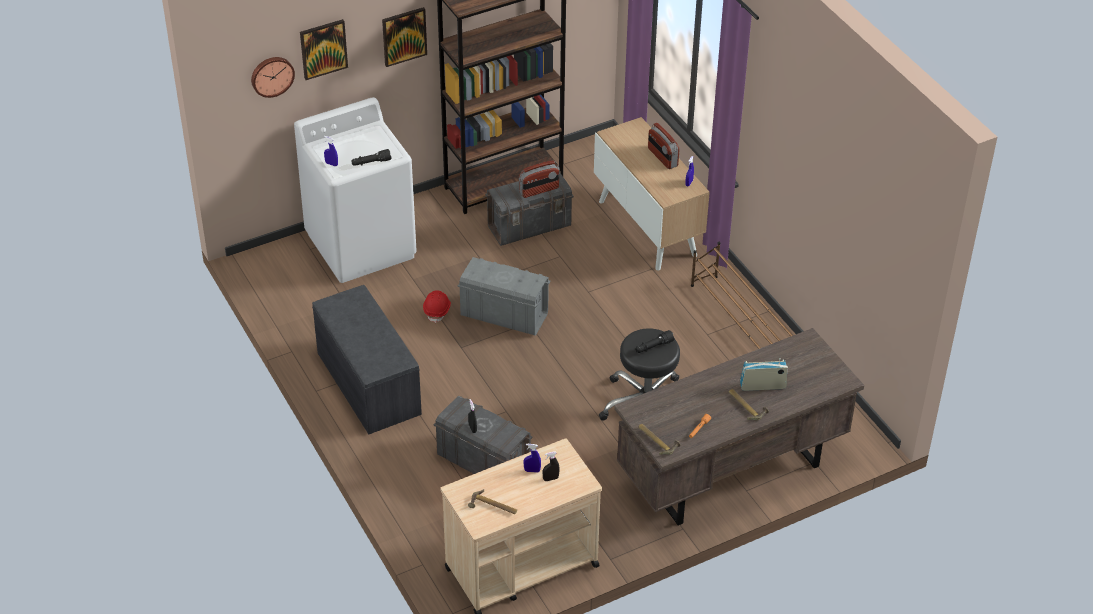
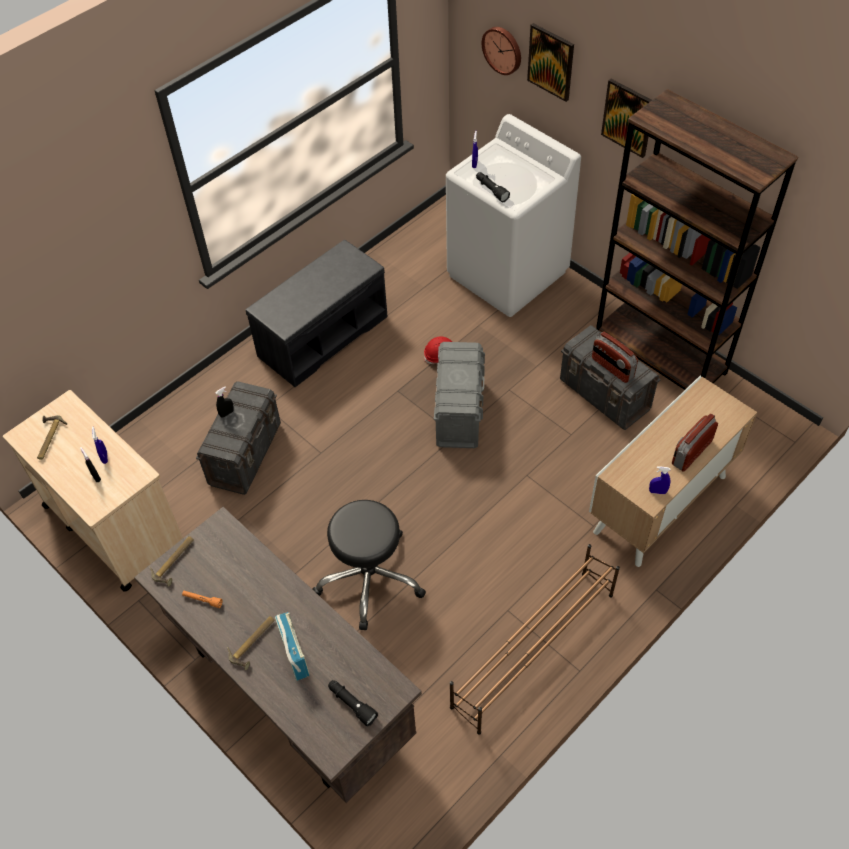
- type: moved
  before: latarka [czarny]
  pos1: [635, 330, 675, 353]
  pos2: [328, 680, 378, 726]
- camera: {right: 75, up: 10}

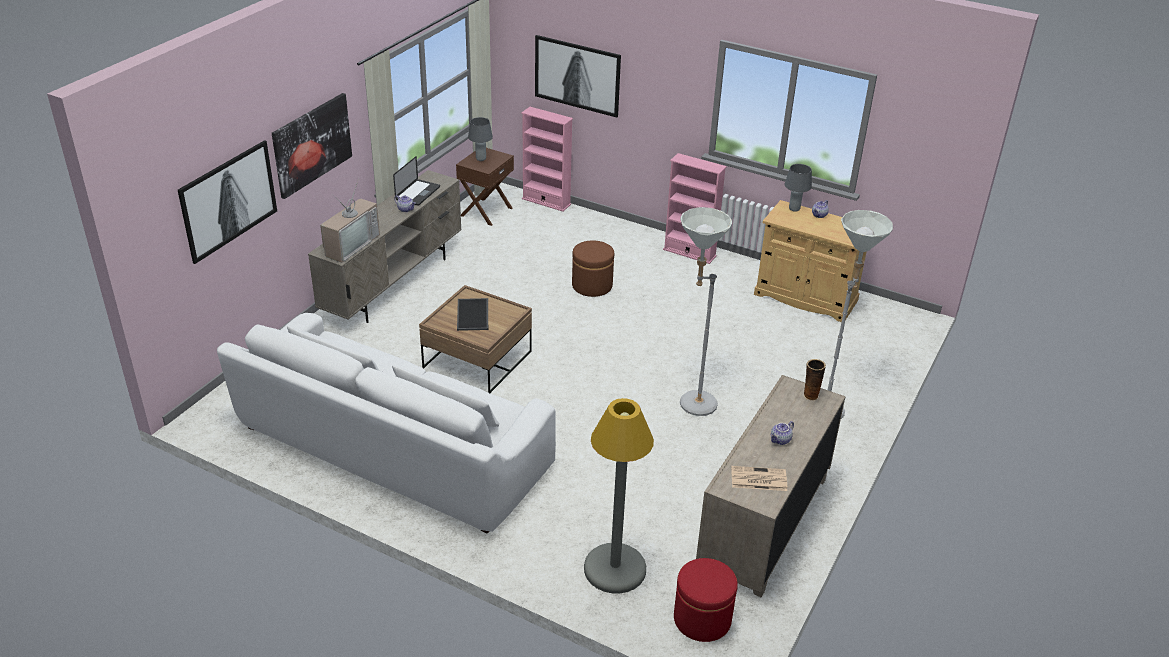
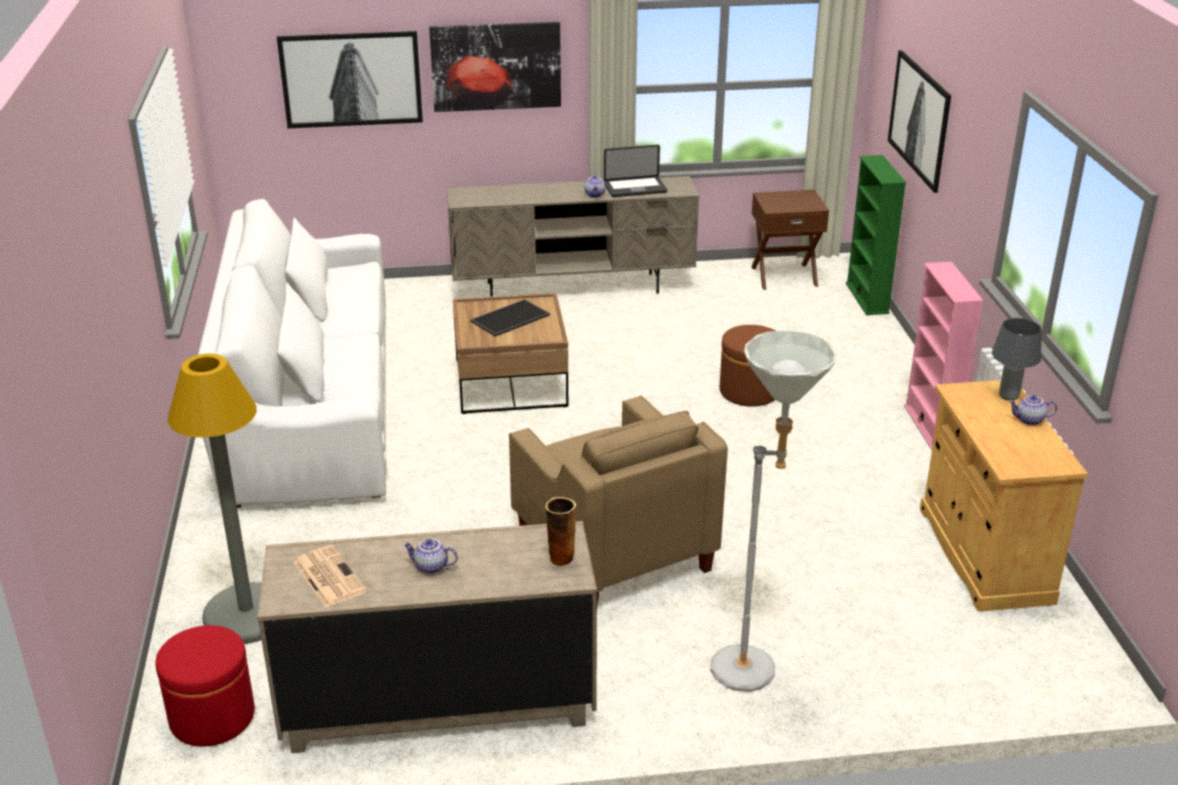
- type: removed
  before: telewizor
  pos1: [320, 178, 380, 263]
- type: removed
  before: lampa stołowa [szary]
  pos1: [468, 117, 493, 161]
- type: recoloured
  before: regał [różowy]
  after: regał [zielony]
  pos1: [521, 107, 573, 212]
  pos2: [846, 155, 906, 315]
- type: replaced
  before: lampa stojąca [szary]
  after: fotel [beżowy]
  pos1: [680, 207, 732, 416]
  pos2: [509, 396, 728, 606]
- camera: {right: 55, up: -5}

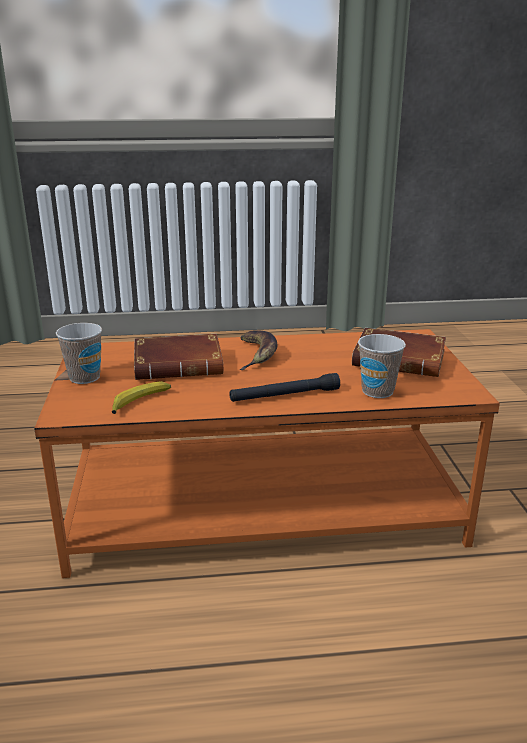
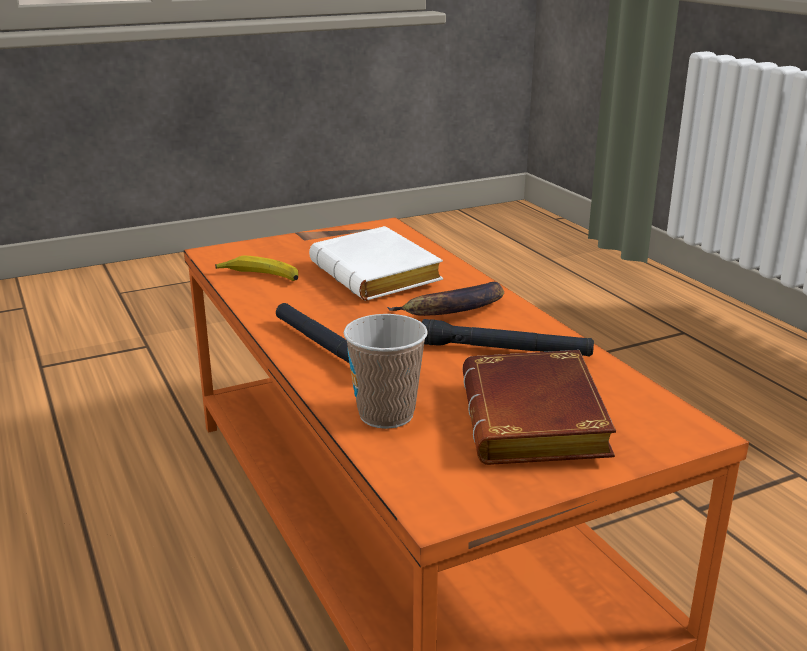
- type: removed
  before: filiżanka
  pos1: [56, 323, 102, 384]
- type: recoloured
  before: książka [brązowy]
  after: książka [biały]
  pos1: [134, 334, 223, 380]
  pos2: [309, 226, 443, 300]
- type: added
  after: latarka [czarny]
  pos2: [422, 319, 594, 357]
- camera: {right: 70, up: 0}

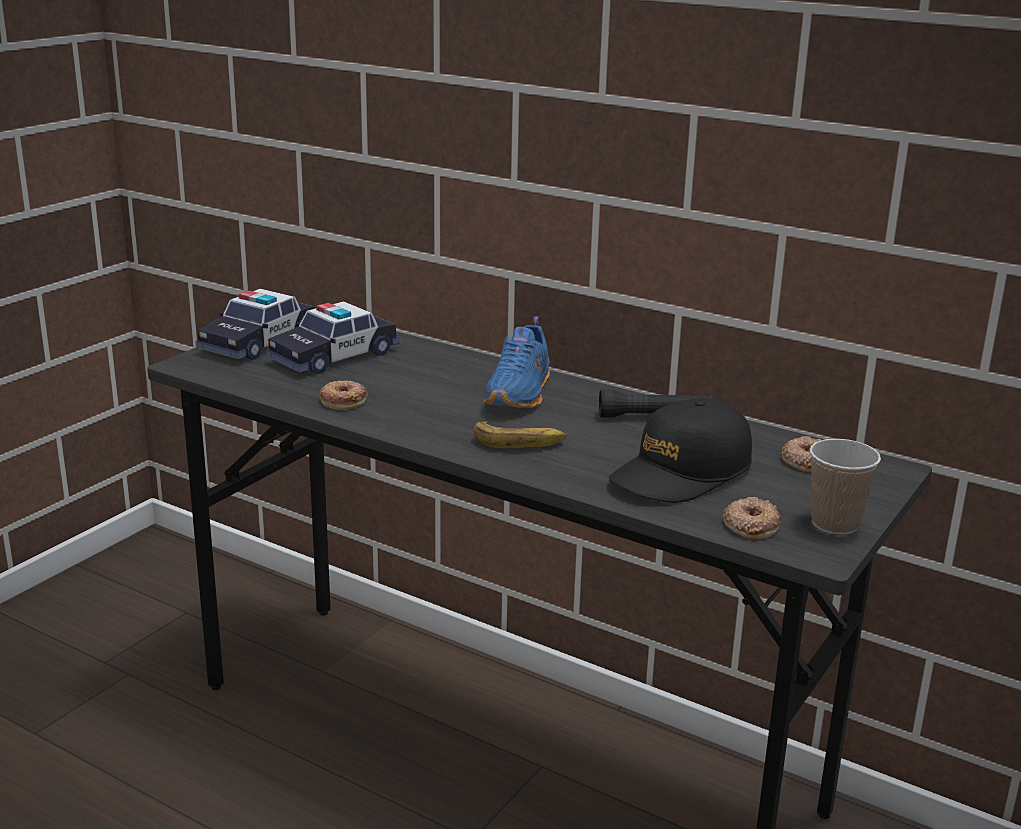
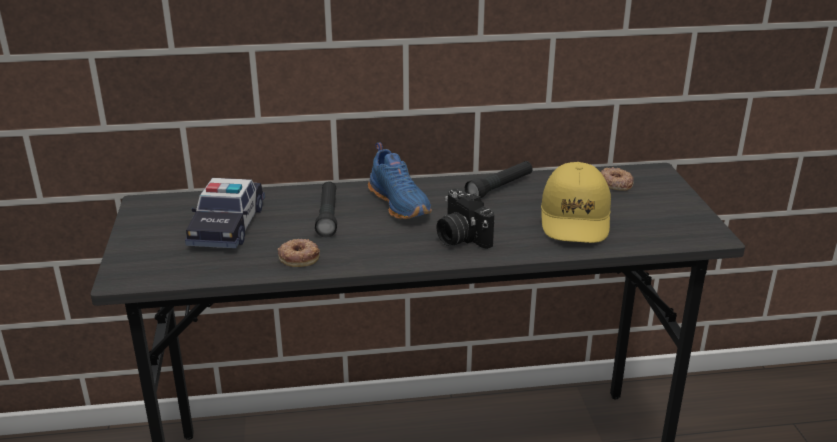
- type: removed
  before: samochodzik
  pos1: [196, 289, 315, 360]
- type: replaced
  before: banan
  after: aparat fotograficzny
  pos1: [473, 421, 567, 449]
  pos2: [436, 189, 494, 249]
- type: recoloured
  before: czapka z daszkiem [czarny]
  after: czapka z daszkiem [żółty]
  pos1: [609, 398, 752, 503]
  pos2: [541, 162, 611, 243]
- type: removed
  before: donut
  pos1: [723, 497, 781, 539]
- type: removed
  before: filiżanka
  pos1: [810, 439, 881, 535]
- type: added
  after: latarka [czarny]
  pos2: [315, 181, 337, 238]
- camera: {right: -40, up: 5}

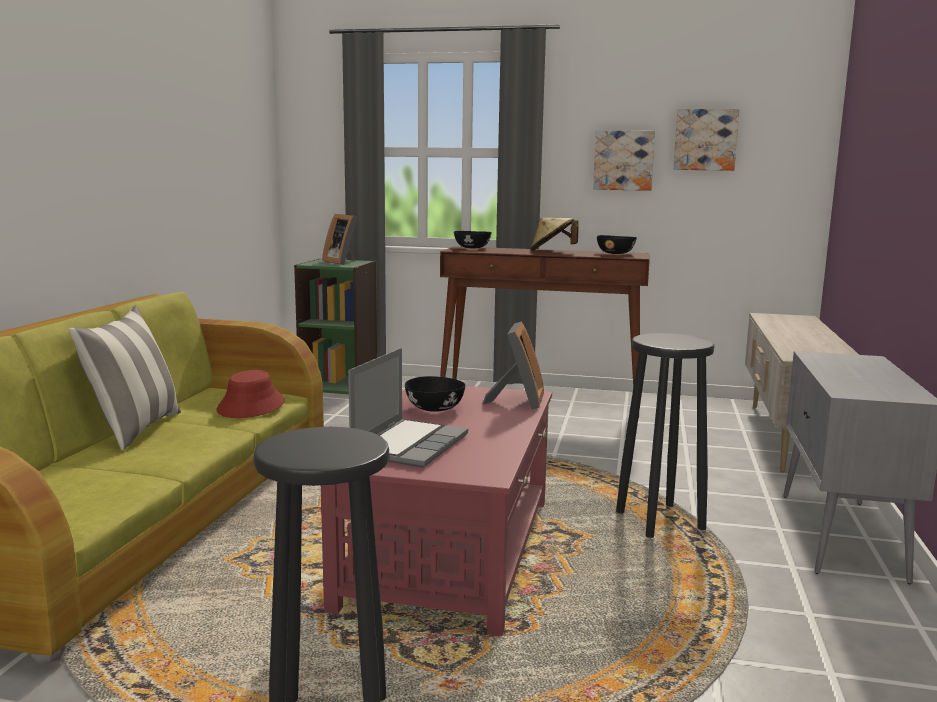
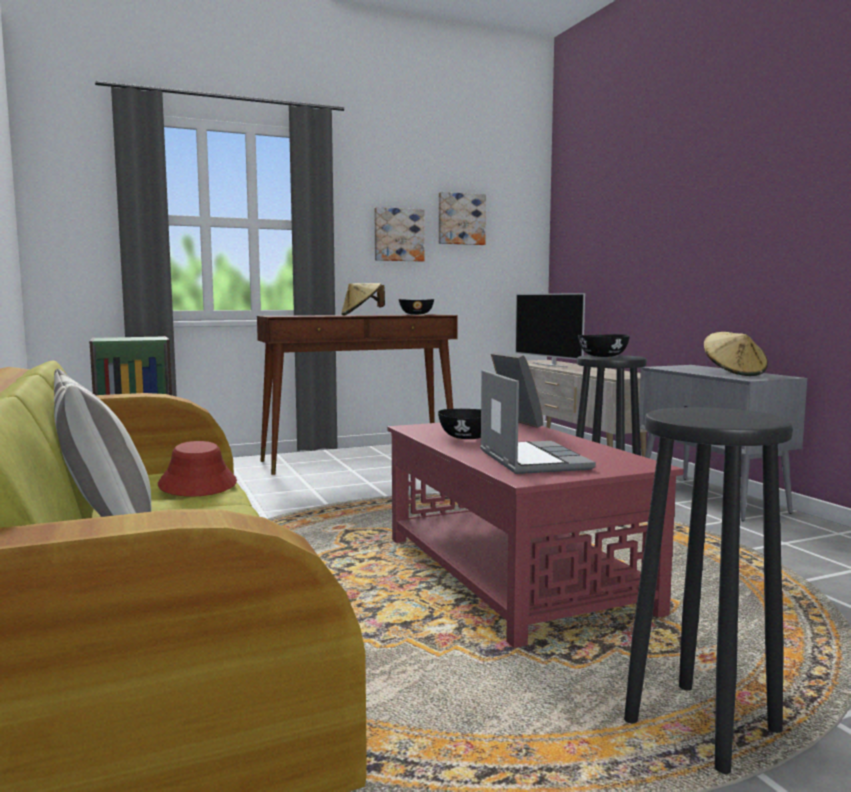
- type: removed
  before: ramka na zdjęcie
  pos1: [322, 214, 357, 265]
- type: moved
  before: miska [czarny]
  pos1: [454, 231, 492, 248]
  pos2: [578, 334, 630, 357]
- type: added
  after: telewizor
  pos2: [515, 293, 585, 368]
- type: added
  after: kapelusz [beżowy]
  pos2: [704, 332, 768, 376]
- camera: {right: -35, up: -5}

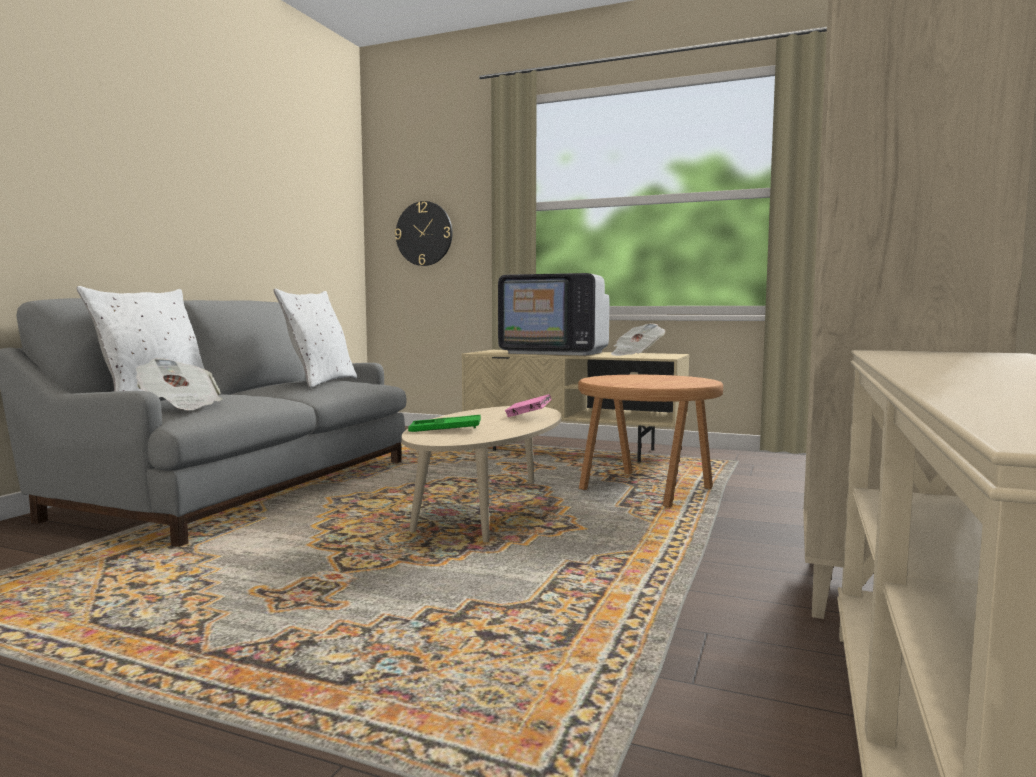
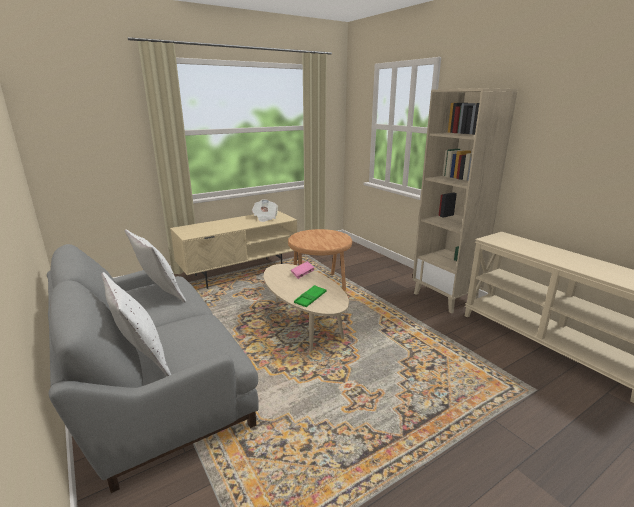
- type: removed
  before: gazeta
  pos1: [136, 358, 223, 410]
- type: removed
  before: zegar ścienny
  pos1: [395, 201, 453, 266]
- type: removed
  before: telewizor
  pos1: [498, 273, 609, 355]
- camera: {right: -55, up: 15}

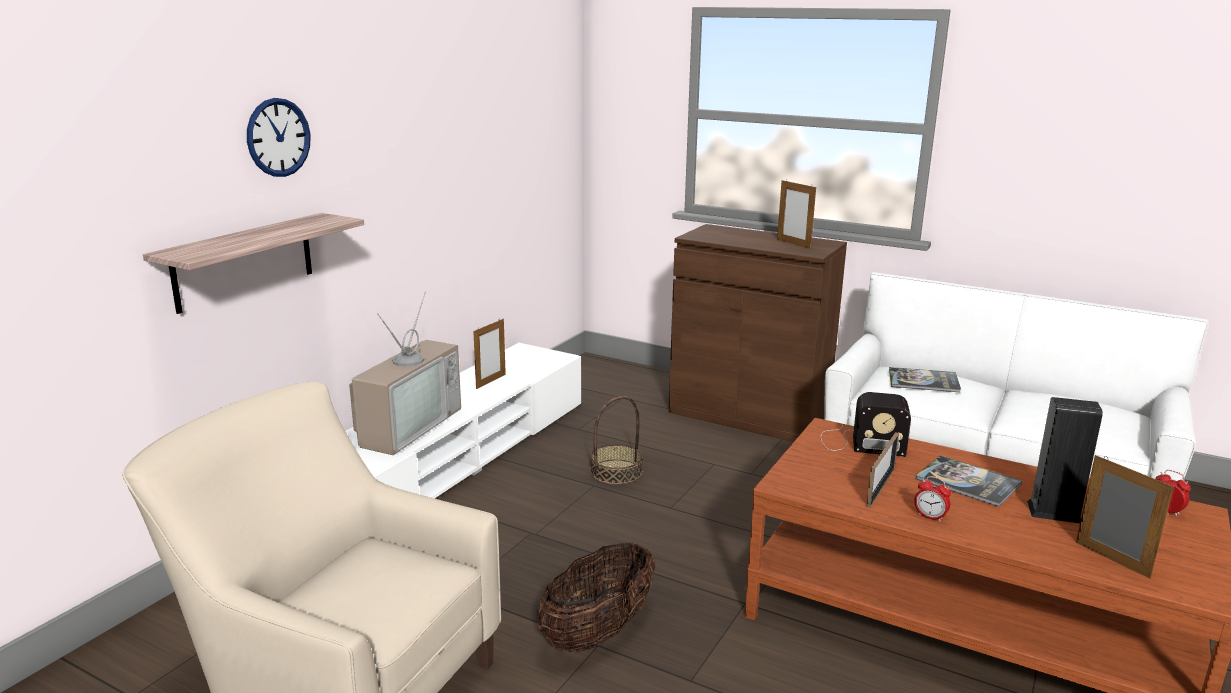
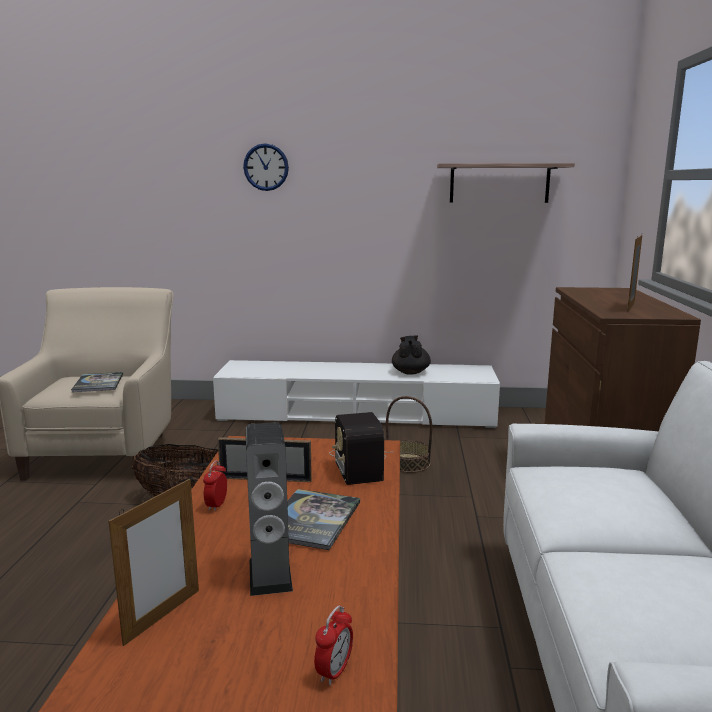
- type: moved
  before: półka
  pos1: [143, 213, 364, 314]
  pos2: [437, 163, 575, 203]
- type: removed
  before: telewizor
  pos1: [349, 292, 461, 455]
- type: replaced
  before: ramka na zdjęcie
  after: imbryk [czarny]
  pos1: [473, 319, 506, 389]
  pos2: [392, 335, 431, 375]
- type: moved
  before: książka
  pos1: [889, 367, 961, 393]
  pos2: [71, 372, 123, 393]
- camera: {right: 65, up: -5}

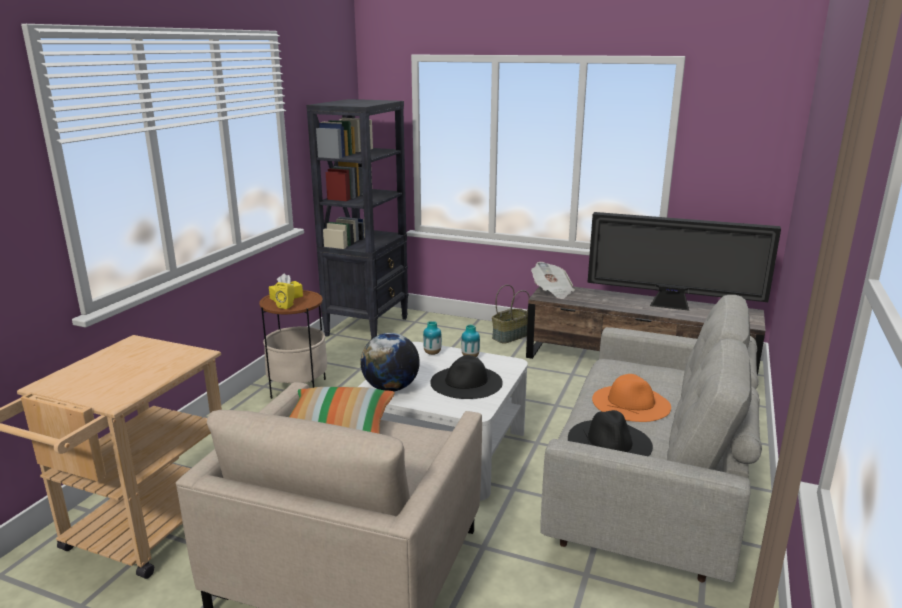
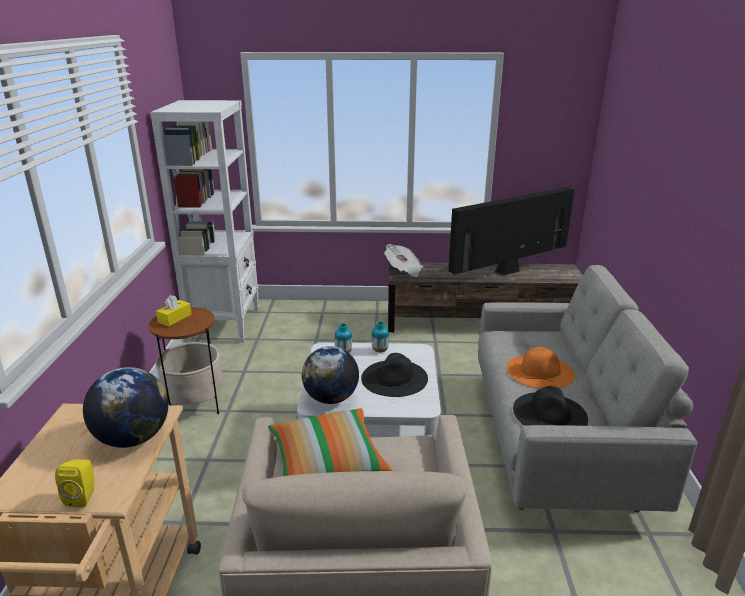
- type: moved
  before: głośnik [żółty]
  pos1: [275, 282, 295, 309]
  pos2: [55, 459, 94, 507]
- type: recoloured
  before: regał [czarny]
  after: regał [biały]
  pos1: [306, 99, 409, 339]
  pos2: [150, 100, 259, 343]
- type: removed
  before: koszyk
  pos1: [492, 285, 530, 344]
- type: turned
  before: telewizor
  pos1: [587, 212, 781, 311]
  pos2: [448, 187, 575, 276]
  turn: 150
- type: added
  after: globus
  pos2: [83, 367, 168, 448]
- camera: {right: -20, up: 5}

